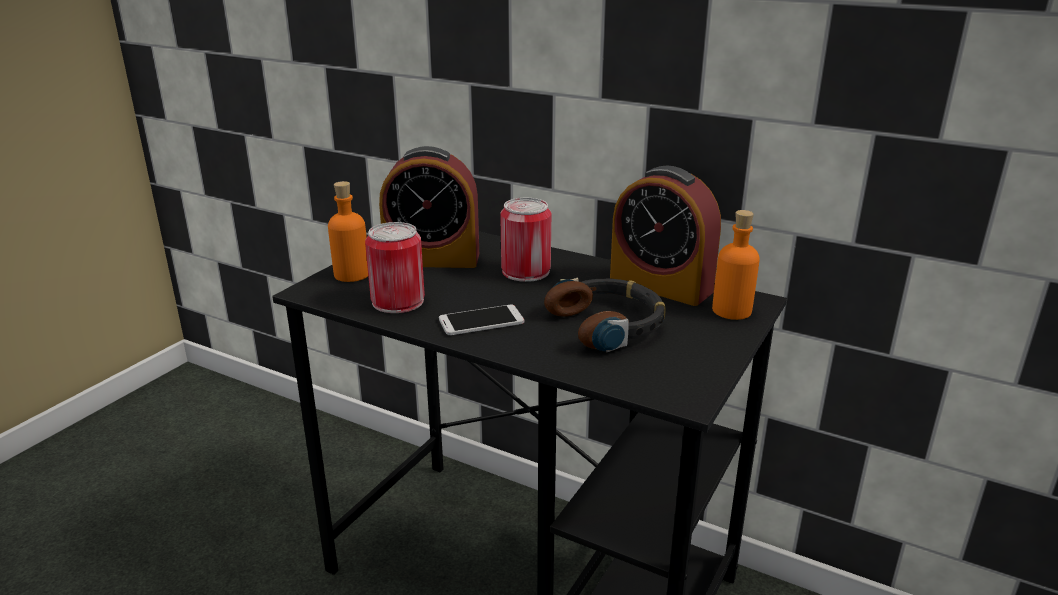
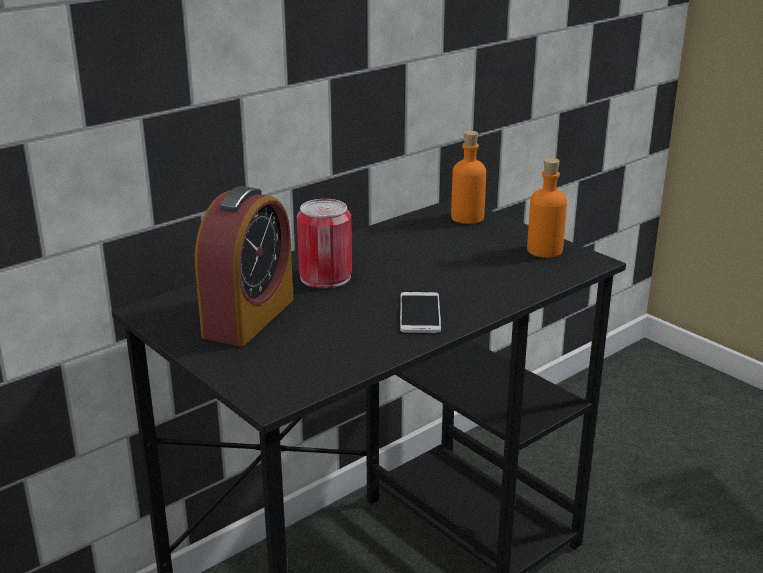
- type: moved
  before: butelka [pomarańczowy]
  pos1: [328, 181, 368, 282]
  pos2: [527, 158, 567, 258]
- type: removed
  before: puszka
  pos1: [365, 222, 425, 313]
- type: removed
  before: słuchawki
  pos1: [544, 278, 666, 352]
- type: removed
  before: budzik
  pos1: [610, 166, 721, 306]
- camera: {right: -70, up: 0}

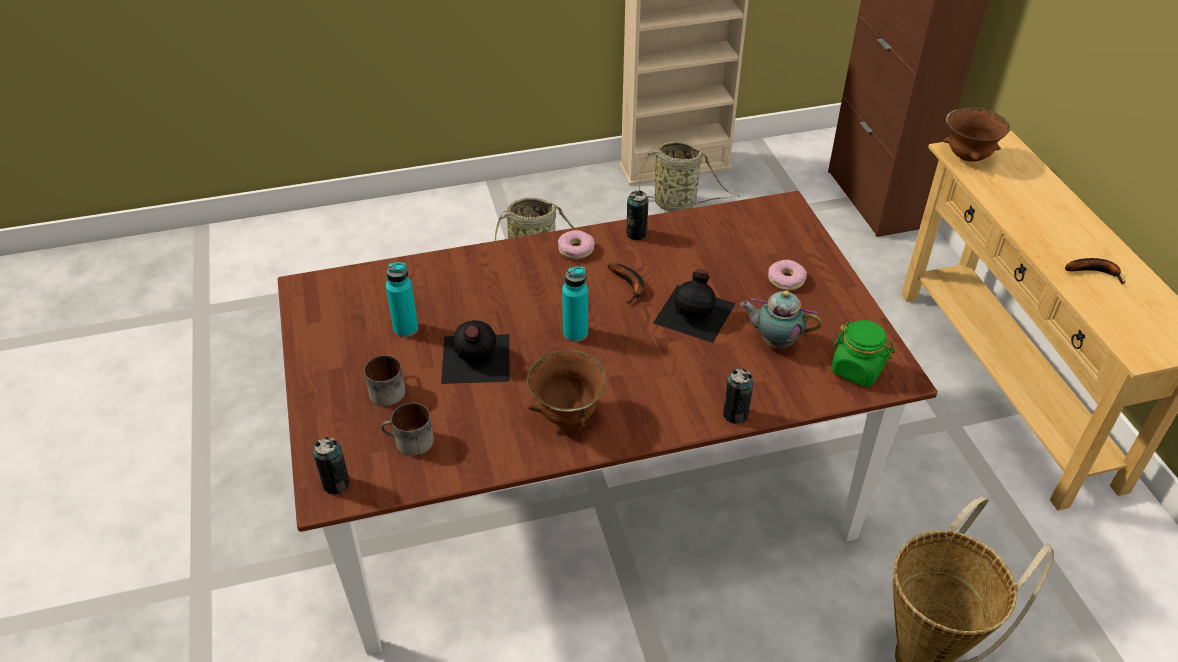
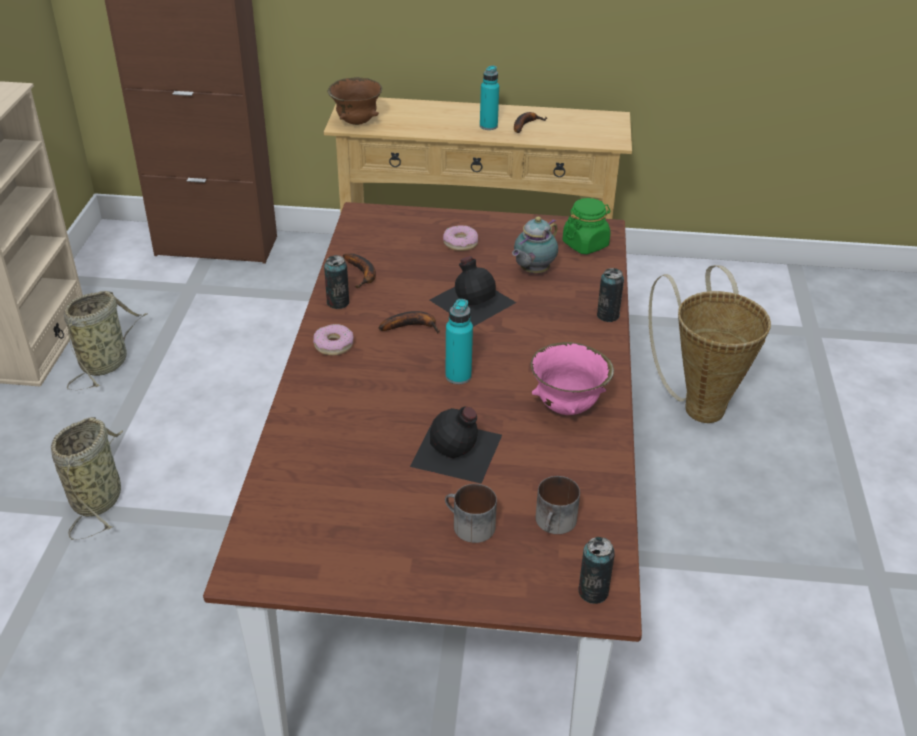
- type: moved
  before: butelka [turkusowy]
  pos1: [386, 262, 418, 337]
  pos2: [480, 65, 499, 130]
- type: recoloured
  before: miska [brązowy]
  after: miska [różowy]
  pos1: [527, 350, 607, 428]
  pos2: [531, 342, 614, 415]
- type: added
  after: banan
  pos2: [343, 253, 376, 288]
- camera: {right: -70, up: -5}

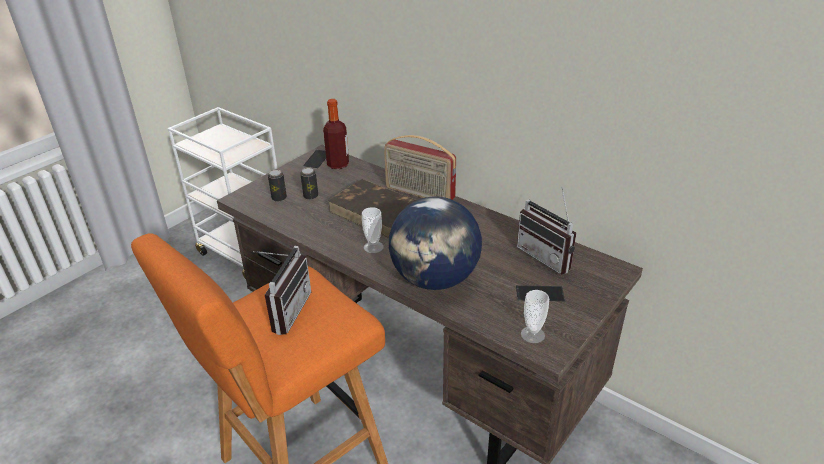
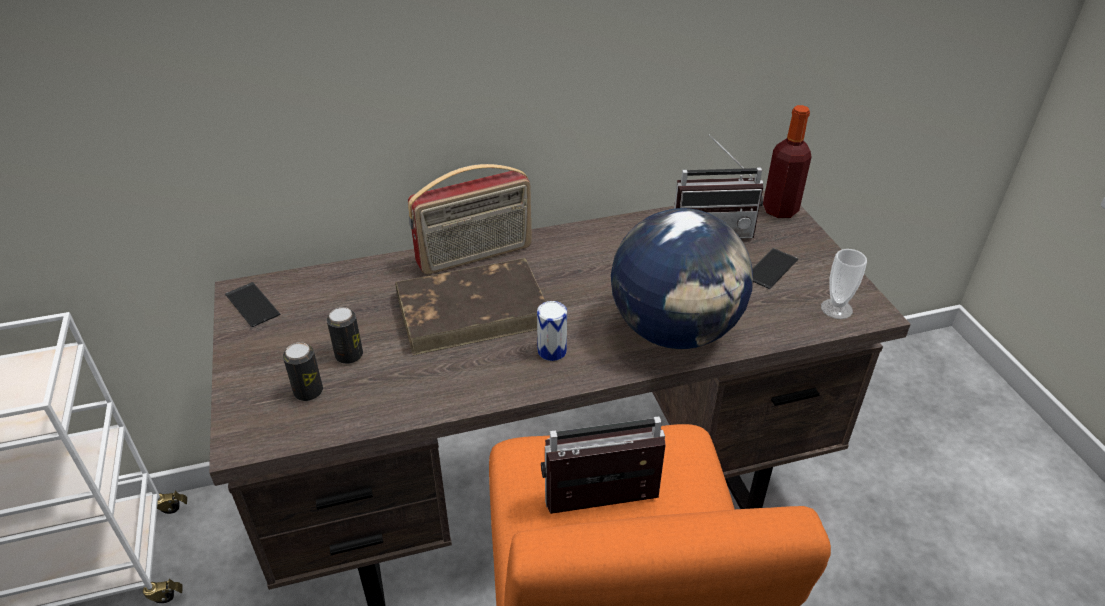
- type: turned
  before: radio
  pos1: [253, 246, 311, 335]
  pos2: [541, 416, 666, 514]
  turn: -60
- type: moved
  before: butelka
  pos1: [323, 99, 349, 169]
  pos2: [763, 105, 812, 218]
- type: replaced
  before: filiżanka
  after: puszka
  pos1: [362, 207, 384, 253]
  pos2: [537, 301, 567, 361]
- camera: {right: -55, up: 5}

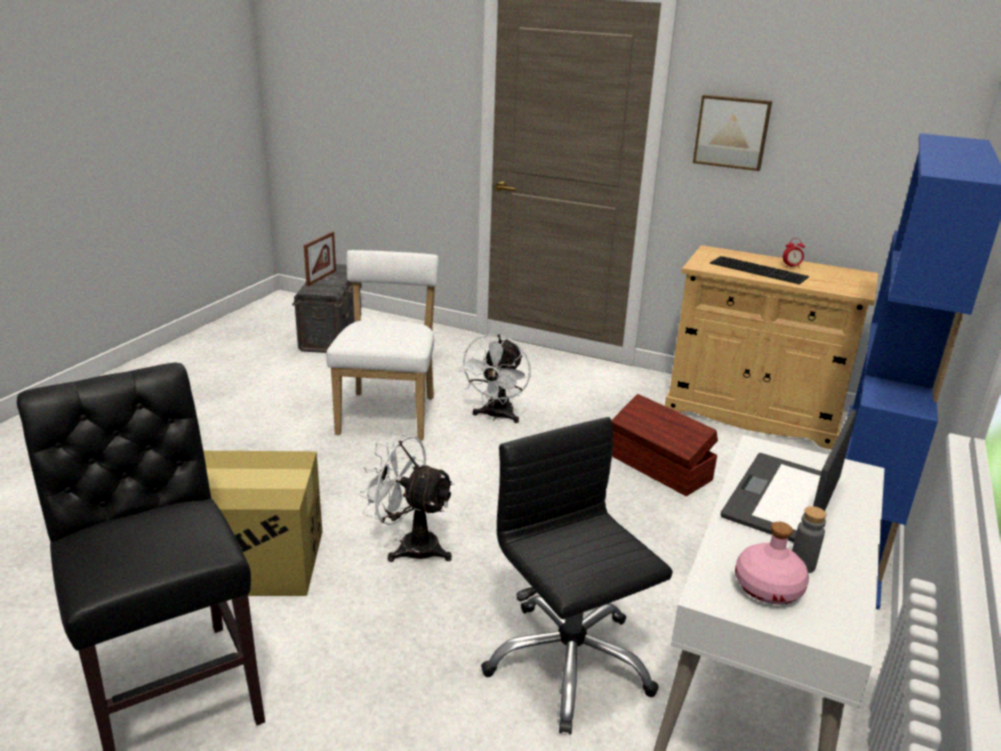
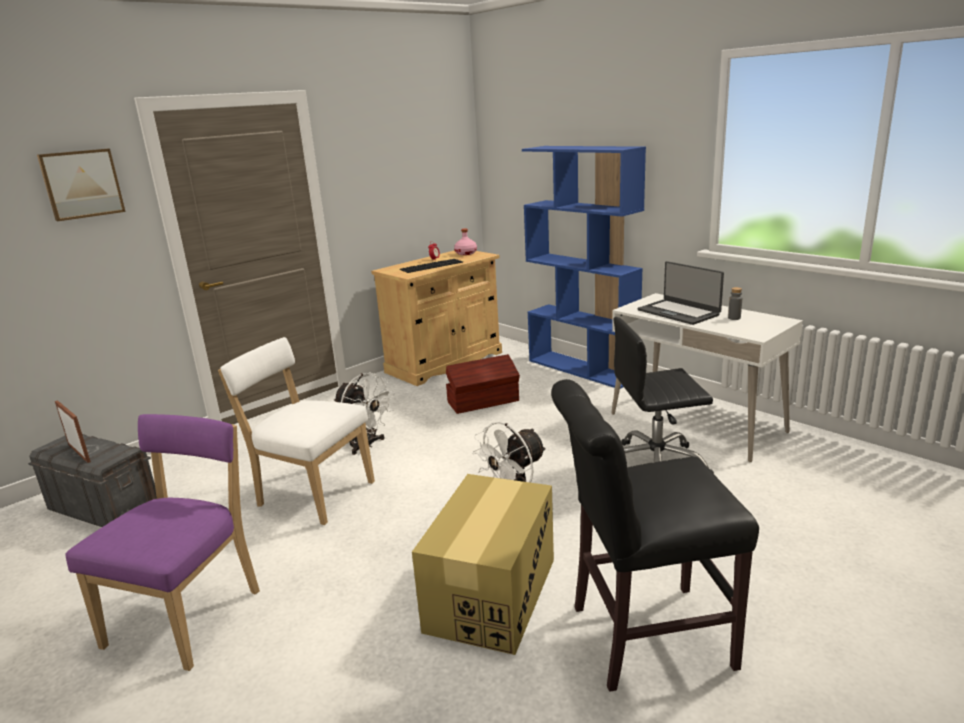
- type: moved
  before: obraz
  pos1: [693, 95, 772, 171]
  pos2: [37, 149, 126, 221]
- type: moved
  before: butelka [różowy]
  pos1: [735, 522, 809, 604]
  pos2: [454, 228, 477, 255]
- type: added
  after: krzesło [fioletowy]
  pos2: [65, 414, 260, 671]
- camera: {right: -65, up: -5}

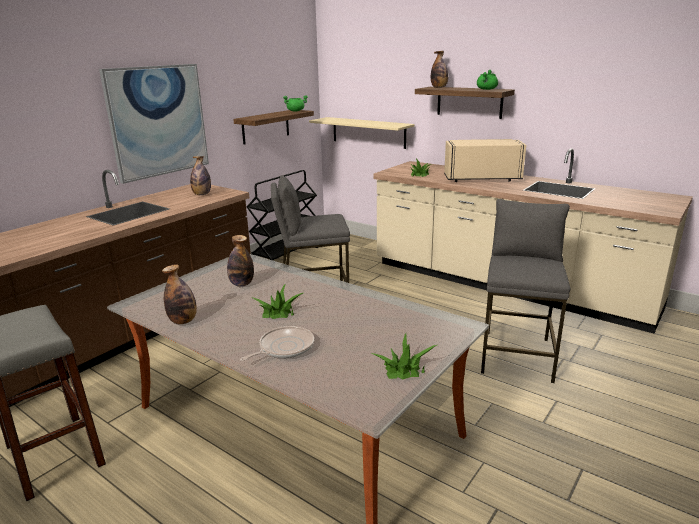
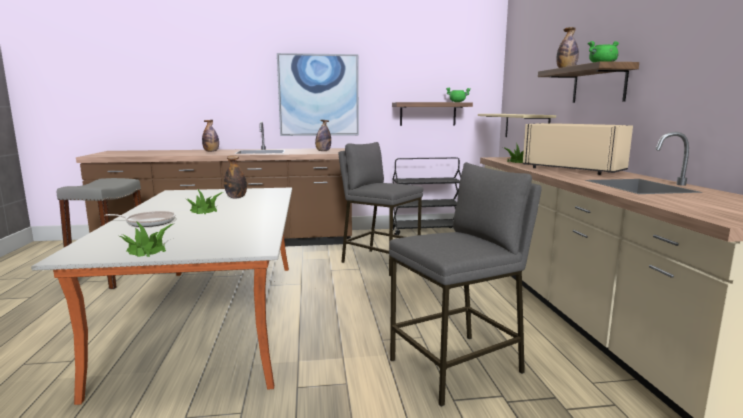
- type: moved
  before: butelka
  pos1: [162, 264, 197, 324]
  pos2: [202, 120, 219, 152]
- camera: {right: 45, up: -10}

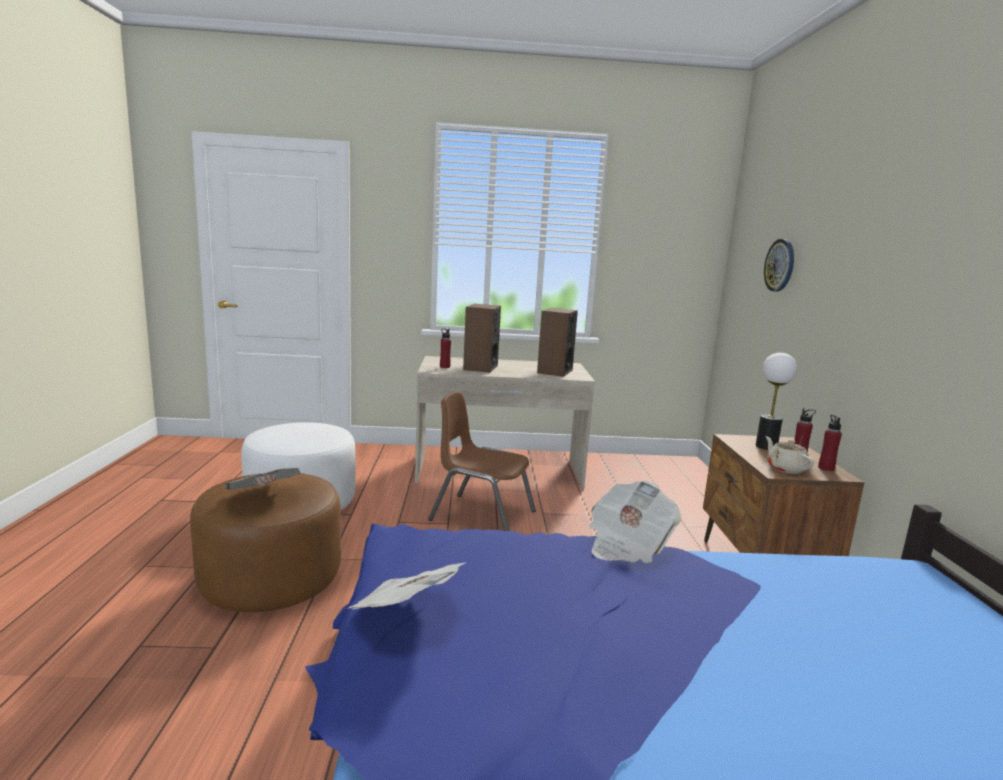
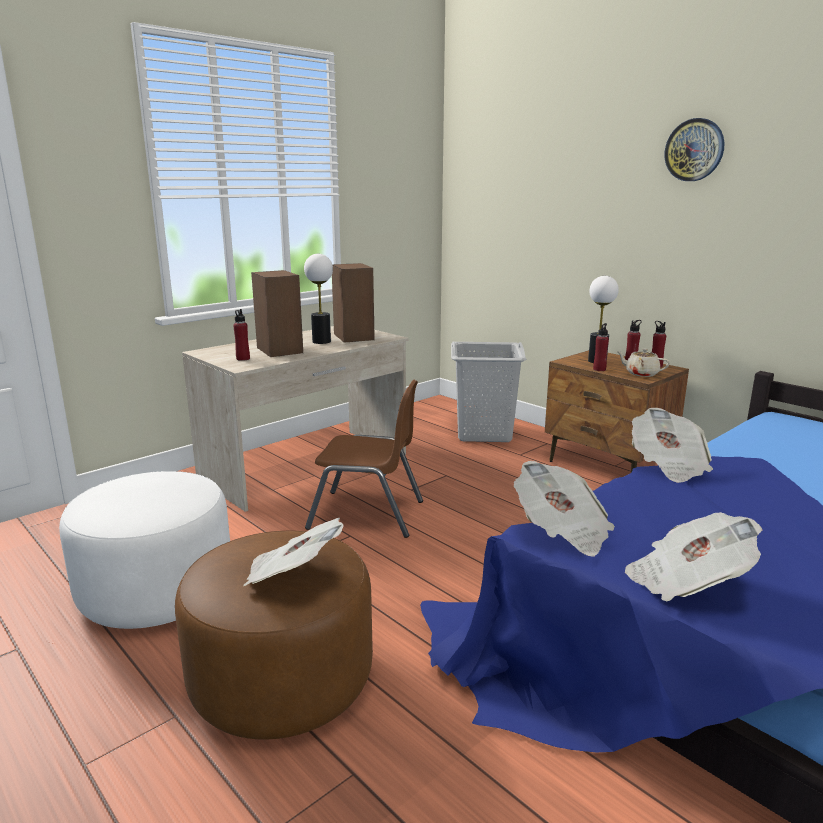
- type: turned
  before: krzesło [brązowy]
  pos1: [428, 391, 536, 531]
  pos2: [305, 380, 423, 538]
  turn: -150
- type: moved
  before: zegar ścienny
  pos1: [764, 239, 794, 292]
  pos2: [664, 118, 724, 181]
- type: added
  after: lampa stołowa
  pos2: [304, 254, 333, 344]
- type: added
  after: kosz na pranie [szary]
  pos2: [451, 341, 527, 442]
- type: added
  after: gazeta
  pos2: [514, 461, 615, 557]
- type: added
  after: butelka [czerwony]
  pos2: [593, 323, 609, 371]
- camera: {right: -40, up: 5}

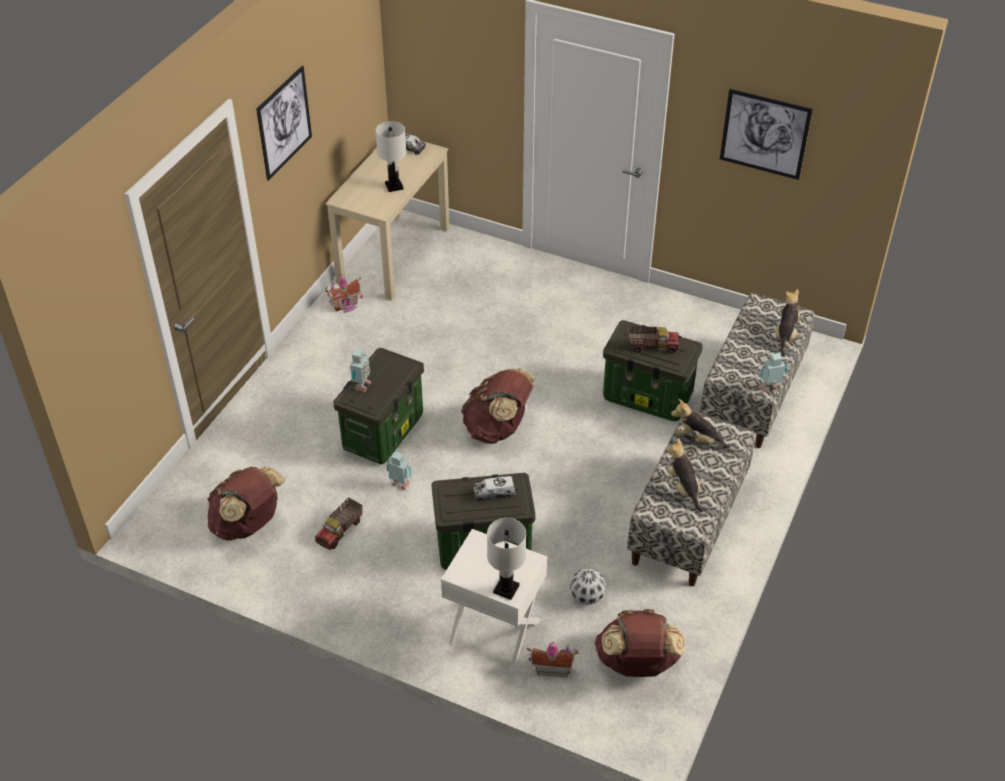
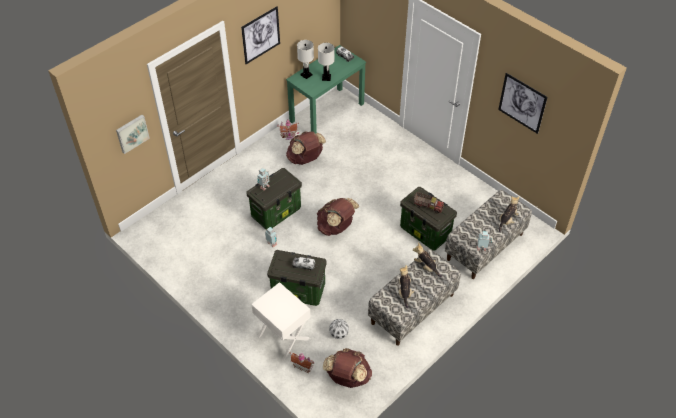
- type: moved
  before: plecak [brązowy]
  pos1: [207, 466, 285, 541]
  pos2: [286, 131, 326, 165]
- type: removed
  before: ciężarówka zabawkowa
  pos1: [315, 497, 363, 550]
- type: recoloured
  before: biurko [beżowy]
  after: biurko [zielony]
  pos1: [325, 141, 450, 301]
  pos2: [286, 45, 366, 133]
- type: moved
  before: lampa stołowa [biały]
  pos1: [487, 518, 526, 600]
  pos2: [297, 40, 314, 79]
- type: added
  after: obraz
  pos2: [116, 115, 150, 154]
- camera: {right: 20, up: 5}

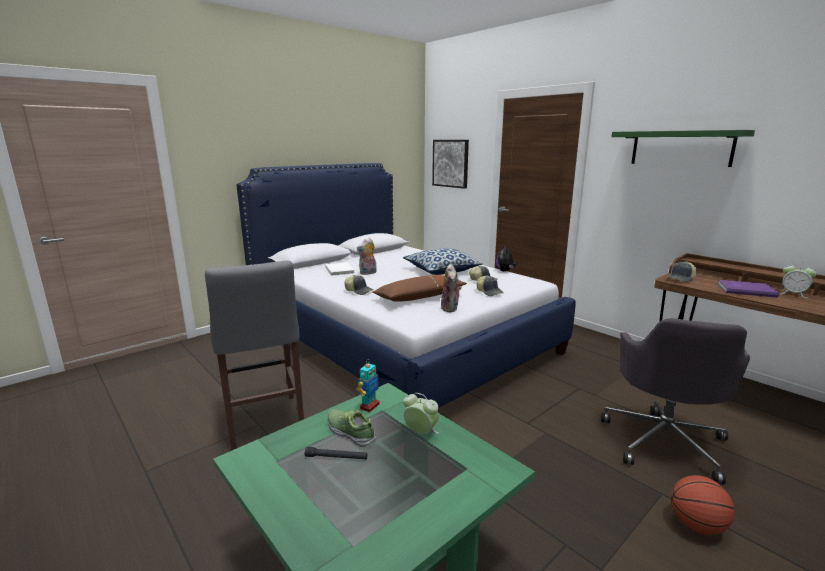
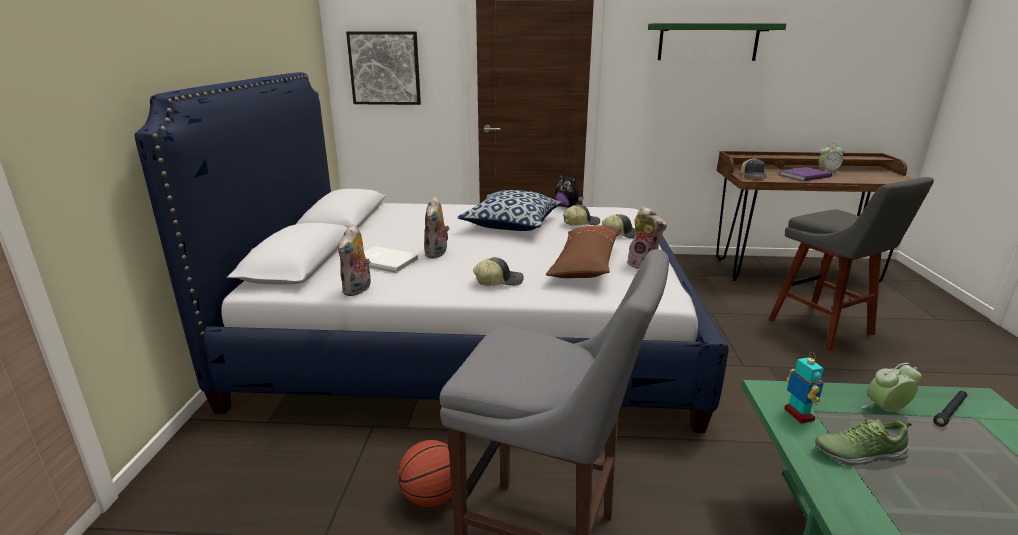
- type: moved
  before: latarka [czarny]
  pos1: [305, 447, 368, 460]
  pos2: [933, 391, 967, 427]
- type: replaced
  before: krzesło biurowe [szary]
  after: stołek [szary]
  pos1: [601, 318, 750, 485]
  pos2: [769, 177, 934, 351]
- type: moved
  before: piłka do koszykówki
  pos1: [671, 475, 735, 535]
  pos2: [398, 440, 452, 507]
- type: added
  after: pluszak
  pos2: [338, 224, 371, 296]
- camera: {right: -45, up: 5}

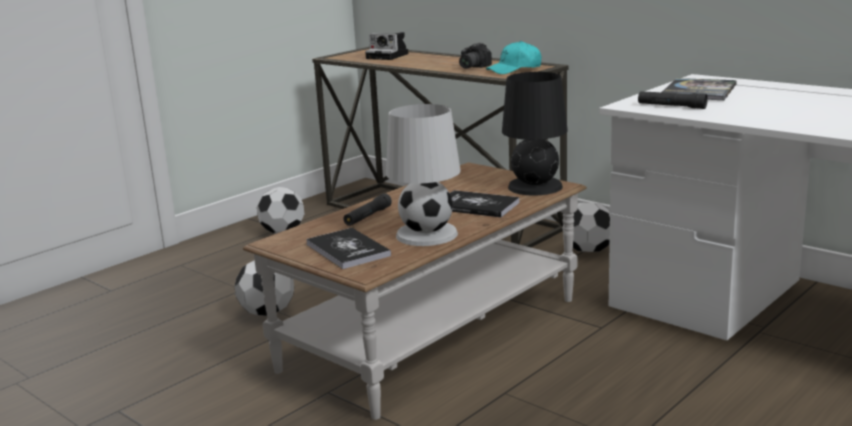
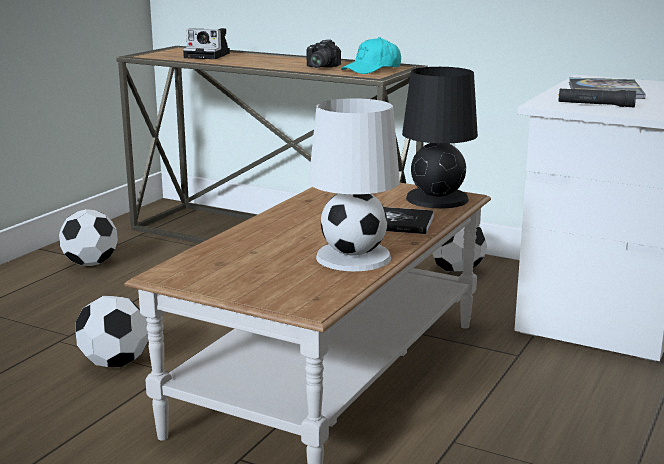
- type: removed
  before: książka
  pos1: [306, 228, 391, 269]
- type: removed
  before: latarka [czarny]
  pos1: [343, 193, 392, 226]
- camera: {right: -15, up: 0}

